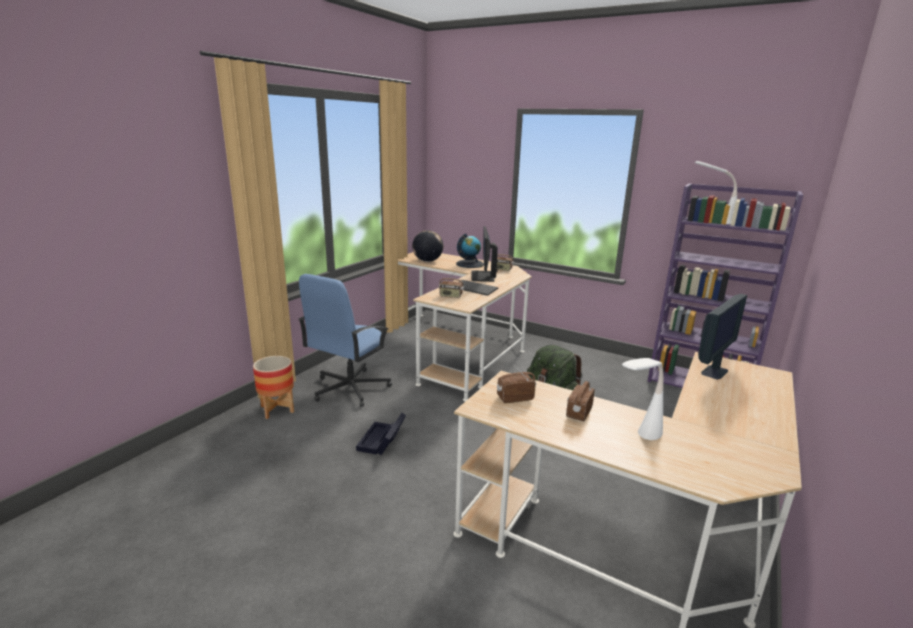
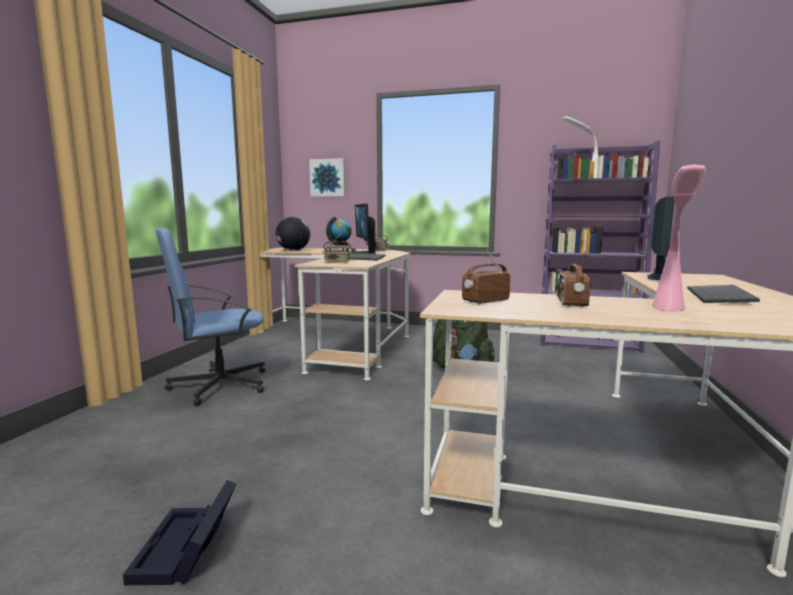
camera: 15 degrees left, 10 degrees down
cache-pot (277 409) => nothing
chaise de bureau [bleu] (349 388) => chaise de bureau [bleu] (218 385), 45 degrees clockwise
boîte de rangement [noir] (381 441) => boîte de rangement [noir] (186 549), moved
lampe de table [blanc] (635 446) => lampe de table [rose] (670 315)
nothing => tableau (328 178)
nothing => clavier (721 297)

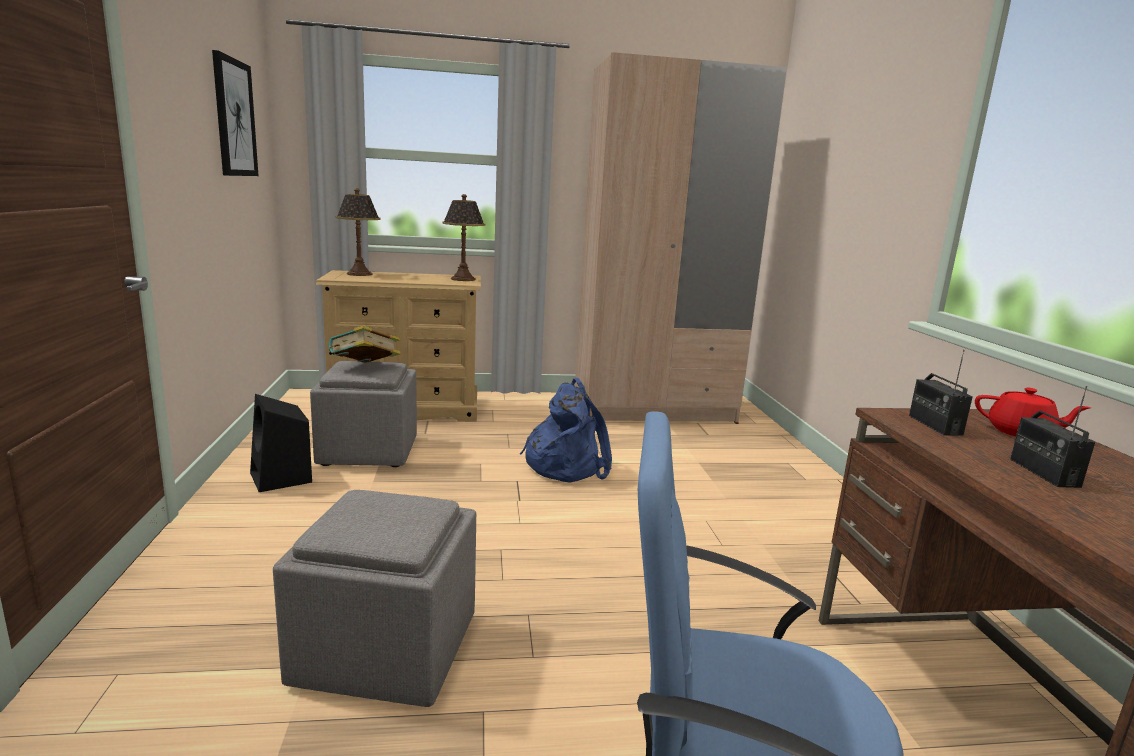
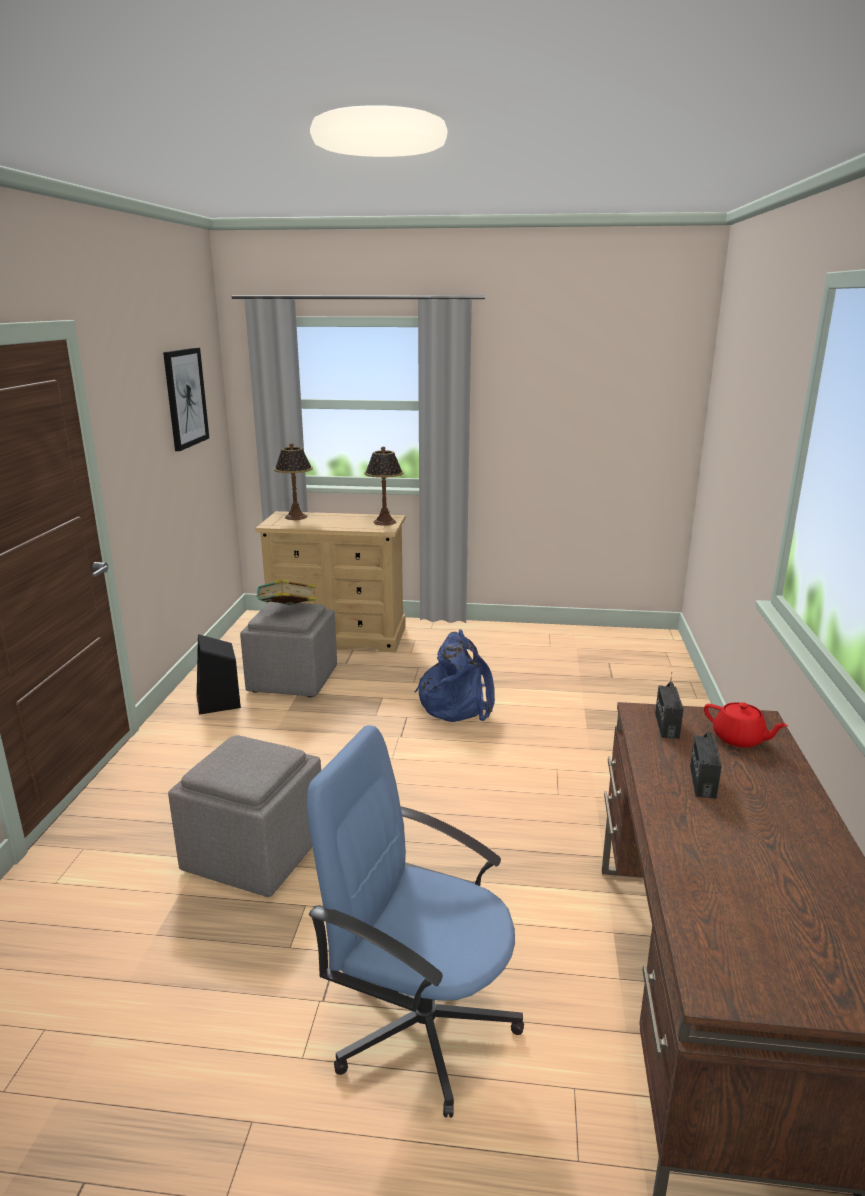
camera: 15 degrees right, 5 degrees up
armoire [beige] (653 408) => nothing

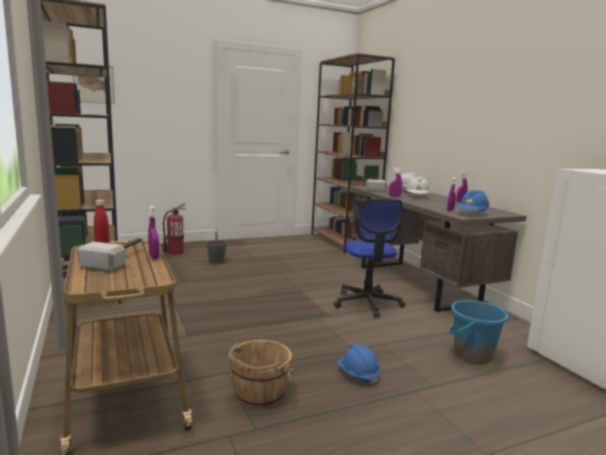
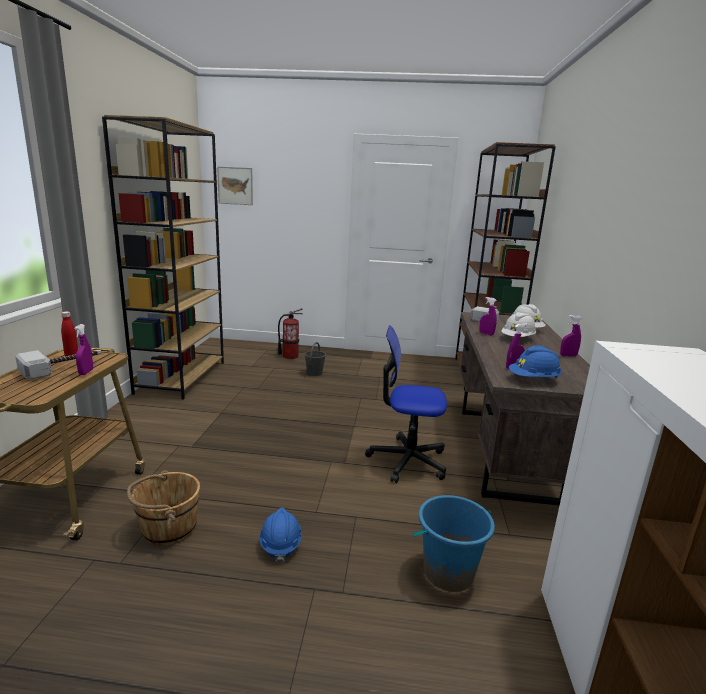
camera: 30 degrees right, 5 degrees up
chaise de bureau (367 303) => chaise de bureau (407 460), 75 degrees clockwise

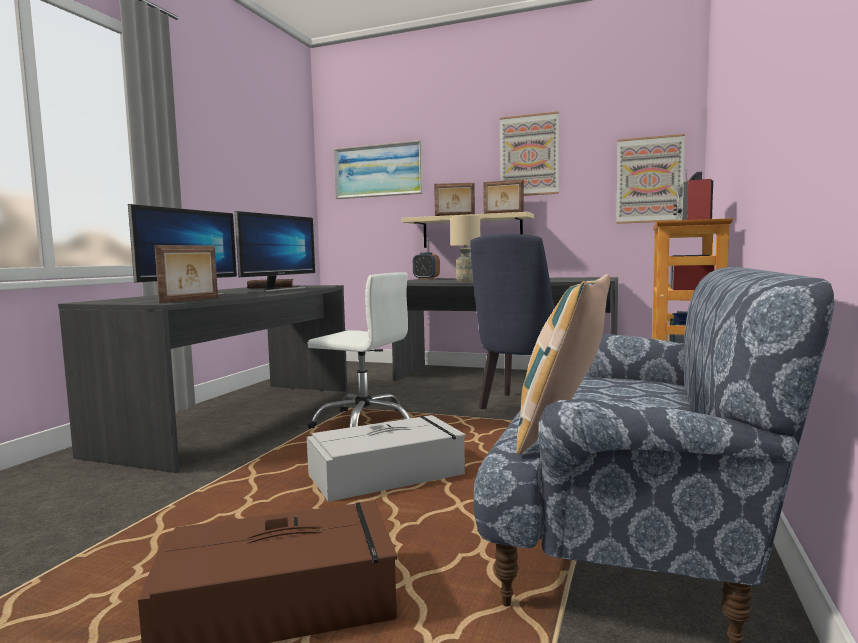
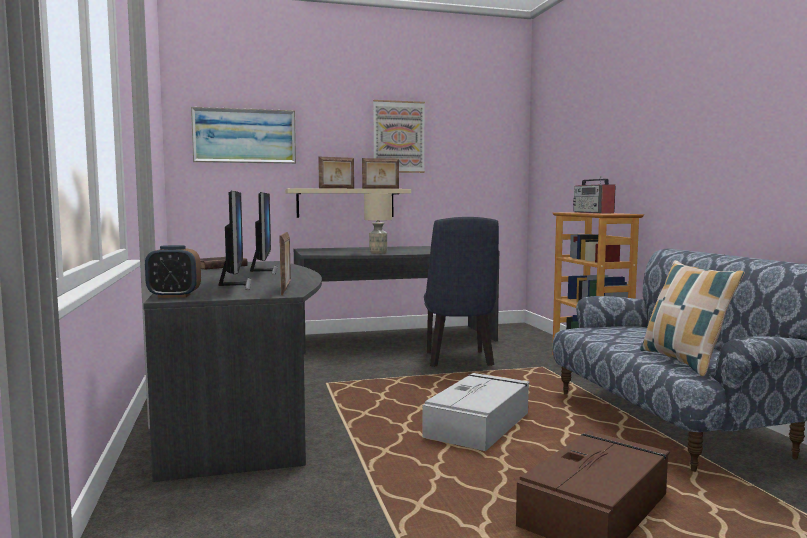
camera: 35 degrees left, 0 degrees up
chaise de bureau [blanc] (364 423) => nothing
réveil (426 279) => réveil (174 296), moved
tableau (649 180) => nothing

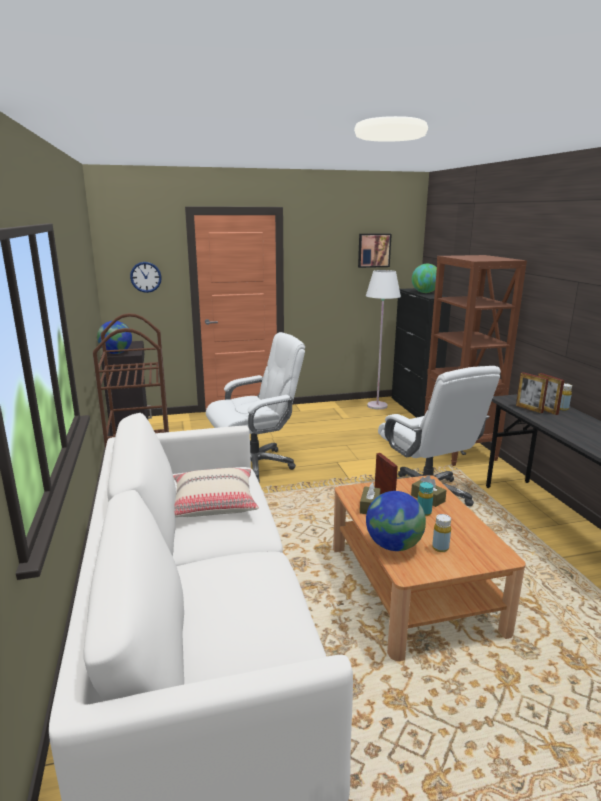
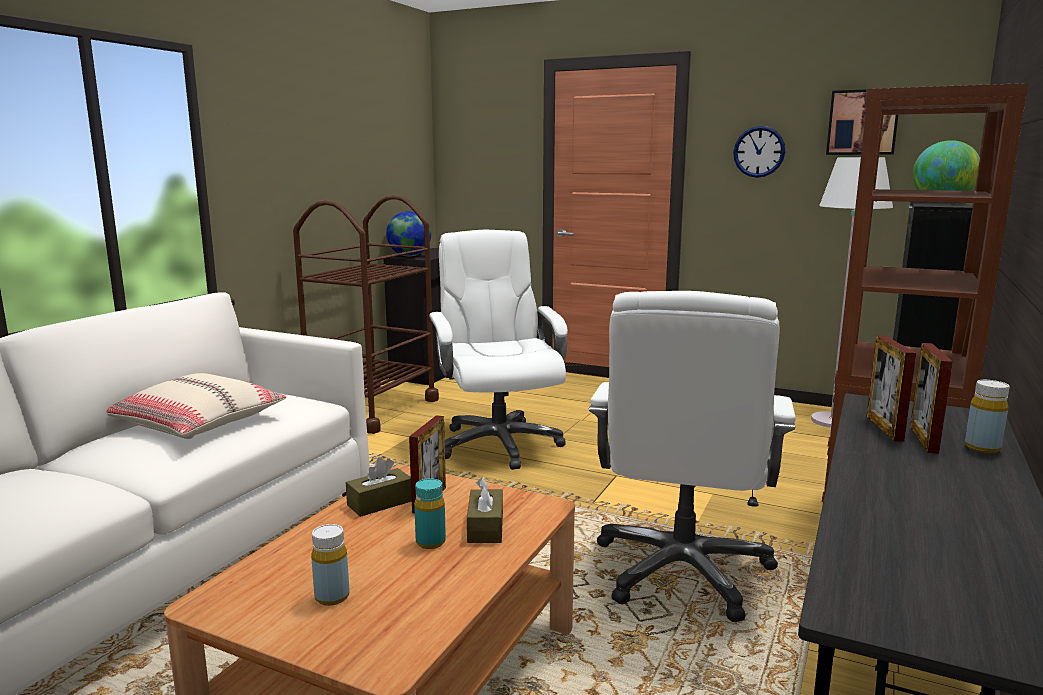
camera: 40 degrees right, 5 degrees down
horloge murale (145 277) => horloge murale (759 152), moved
chaise de bureau [blanc] (255 465) => chaise de bureau [blanc] (498 444), 120 degrees counterclockwise
globe (393 545) => nothing

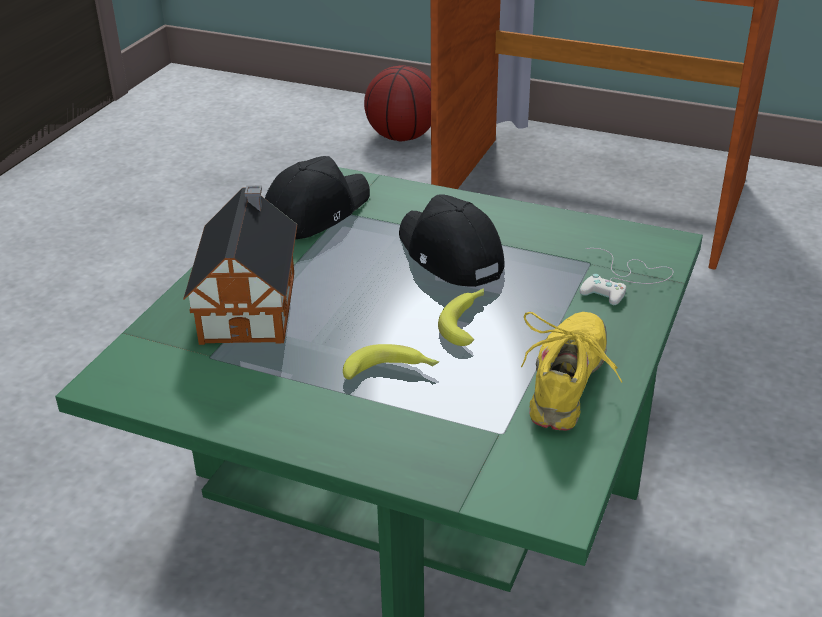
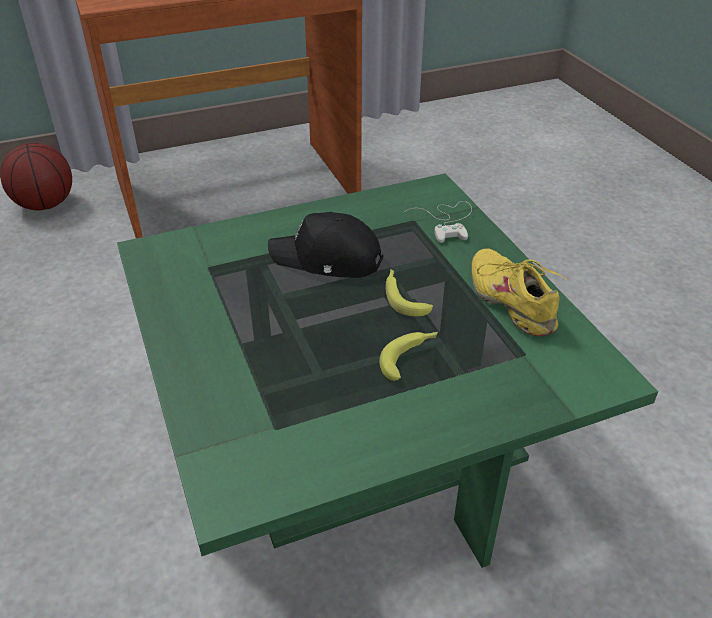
camera: 45 degrees left, 5 degrees up
maison miniature (251 303) => nothing
casquette [noir] (315 212) => nothing

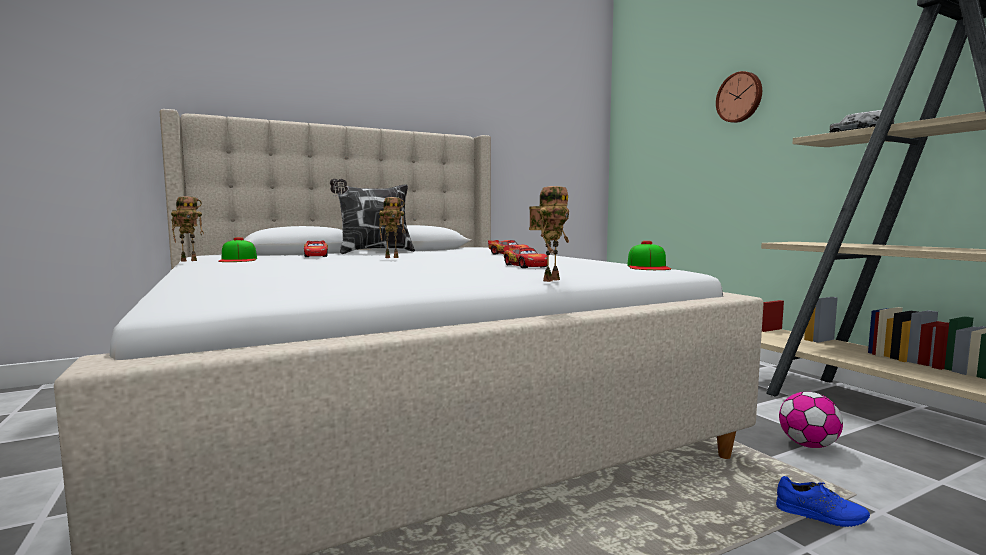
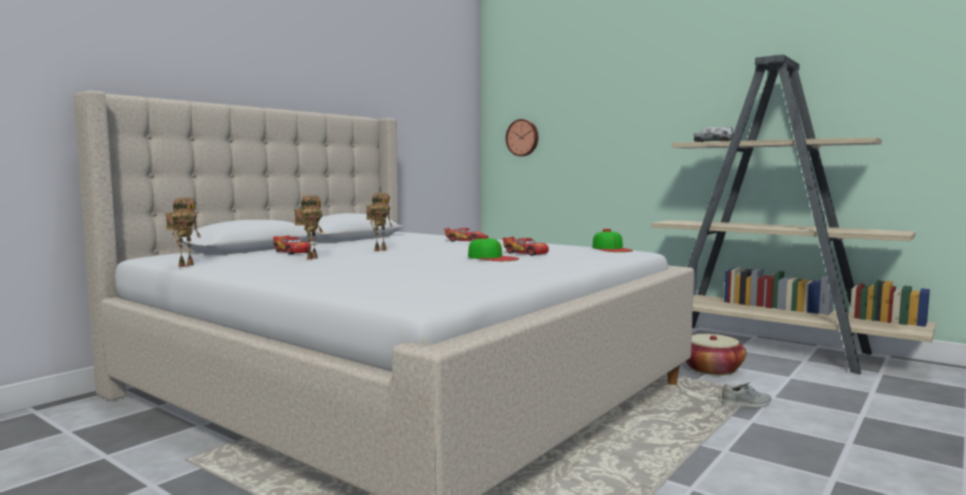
camera: 25 degrees left, 0 degrees up
casquette (239 259) => casquette (492 257), moved
coussin (374 252) => nothing
robot jouet (550 280) => robot jouet (311 258), moved
horloge murale (740 97) => horloge murale (523 137), moved
chaussure [bleu] (821 515) => chaussure [gris] (746 404)
ballon de foot (808 445) => panier (711 369)

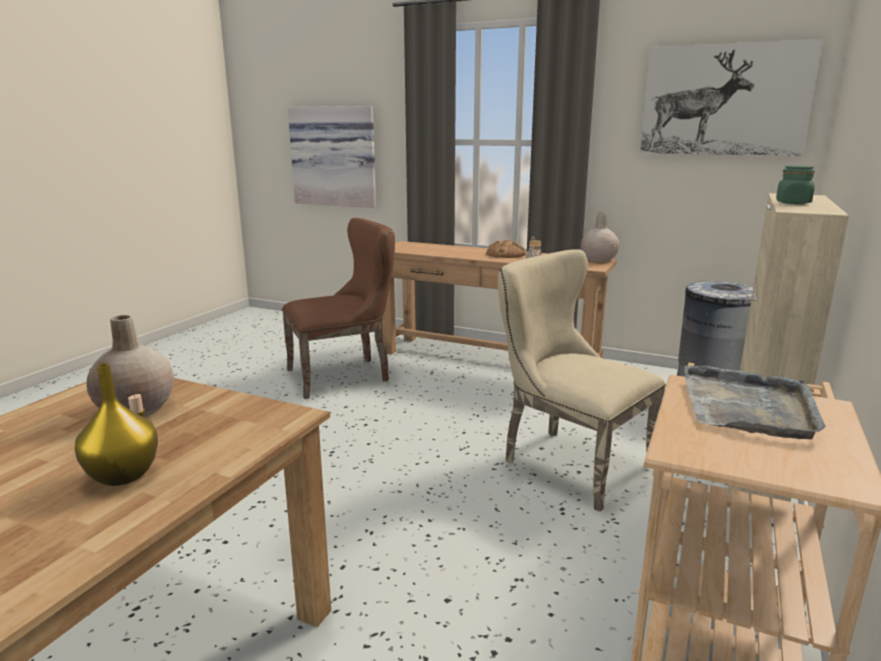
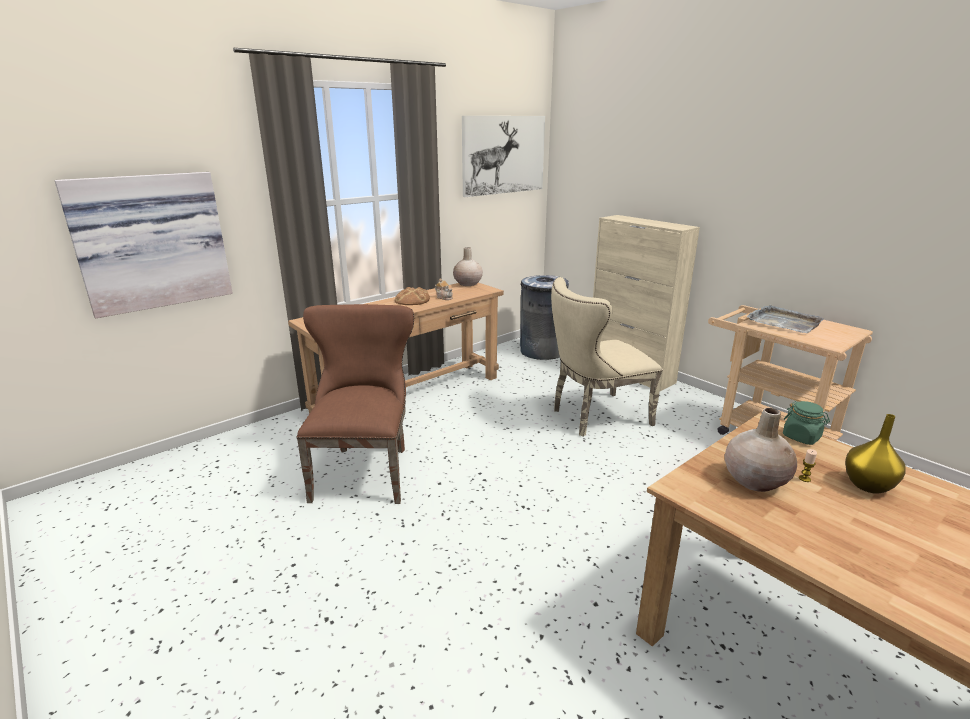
camera: 65 degrees left, 5 degrees up
bocal [vert] (793 203) => bocal [vert] (801 437), moved

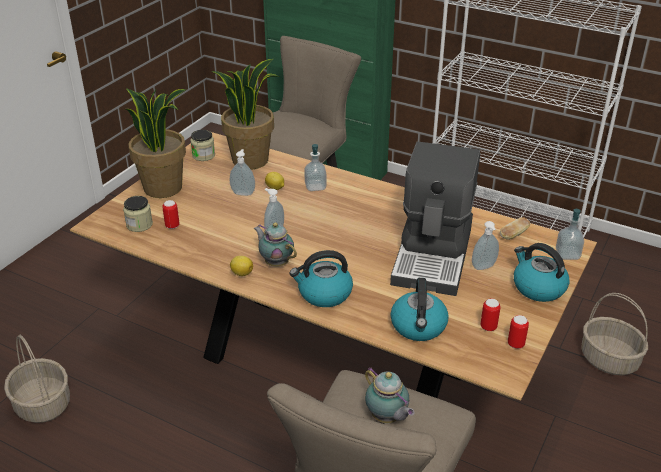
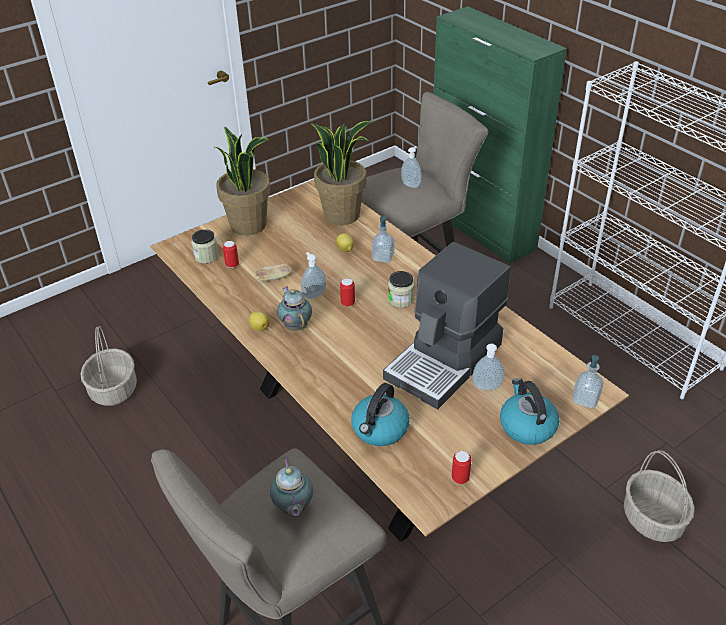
camera: 25 degrees right, 5 degrees up
bocal (203 155) => bocal (401 299), moved
distributeur de savon (243 193) => distributeur de savon (411 185), moved
bouilloire (324 294) => nothing
boîte métallique (488 327) => boîte métallique (348 303), moved
pain (514 235) => pain (274 278), moved

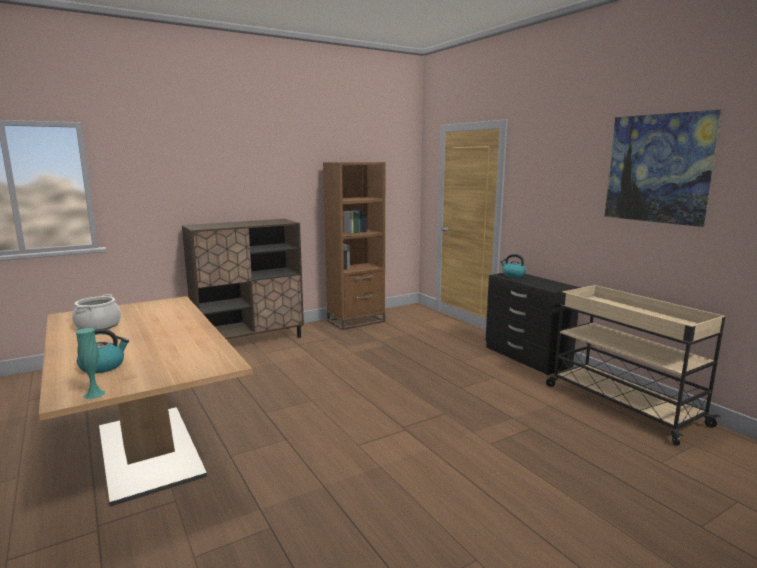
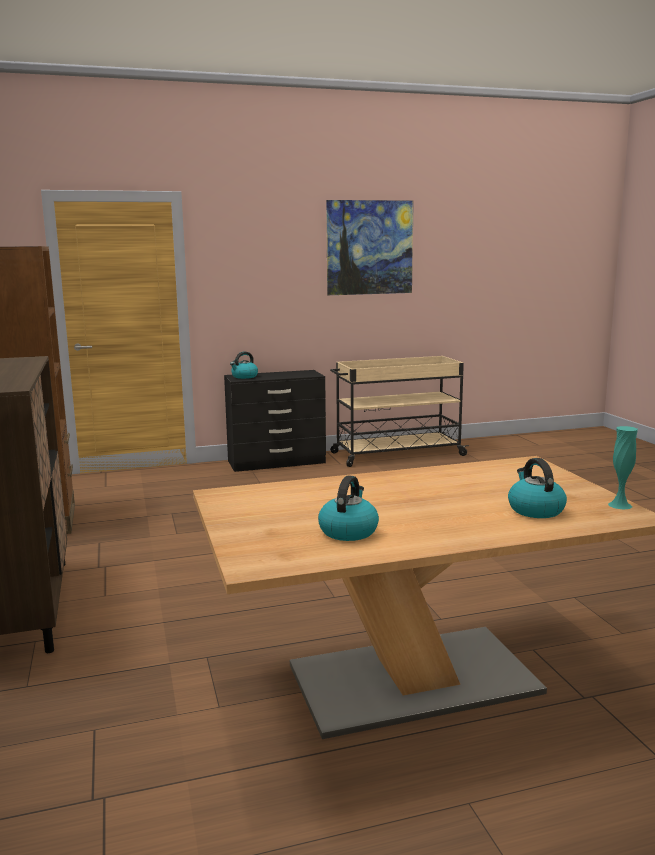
camera: 75 degrees left, 0 degrees up
marmite (98 326) => bouilloire (348 531)

